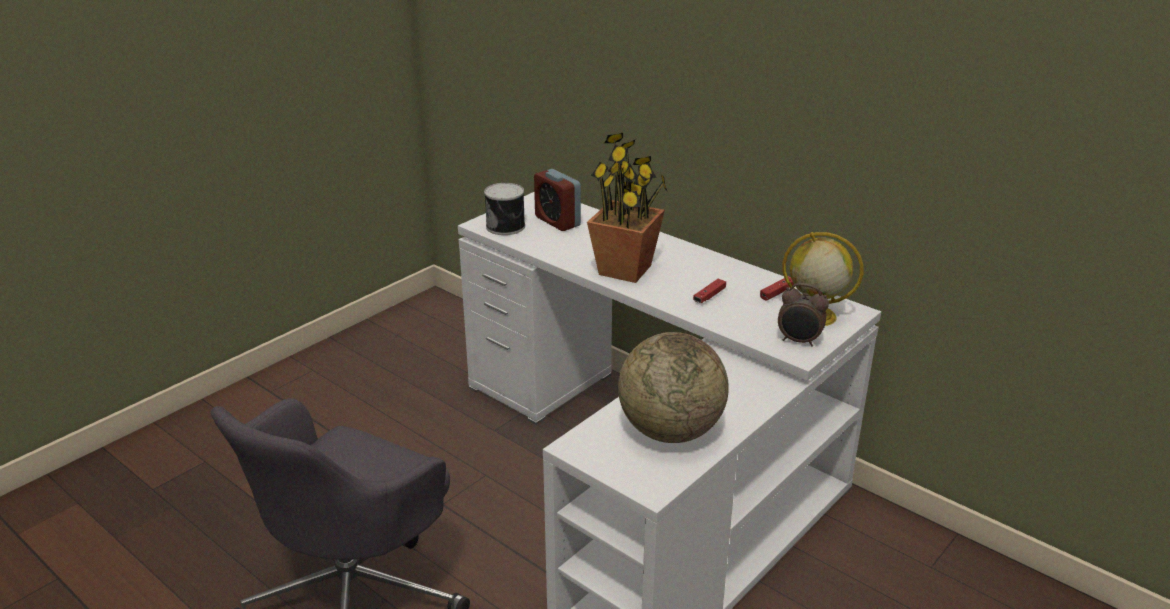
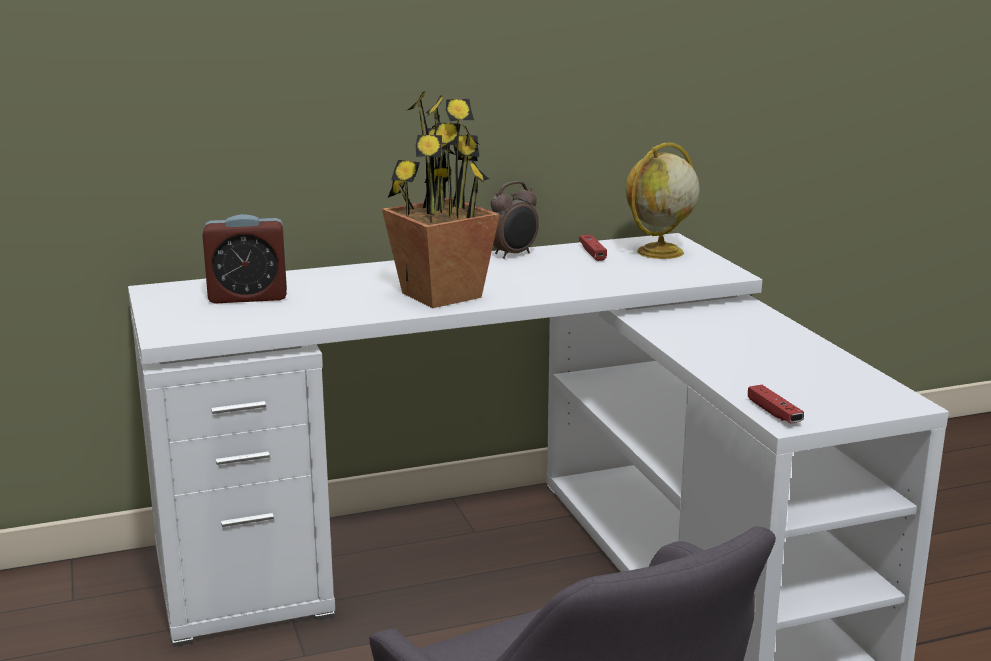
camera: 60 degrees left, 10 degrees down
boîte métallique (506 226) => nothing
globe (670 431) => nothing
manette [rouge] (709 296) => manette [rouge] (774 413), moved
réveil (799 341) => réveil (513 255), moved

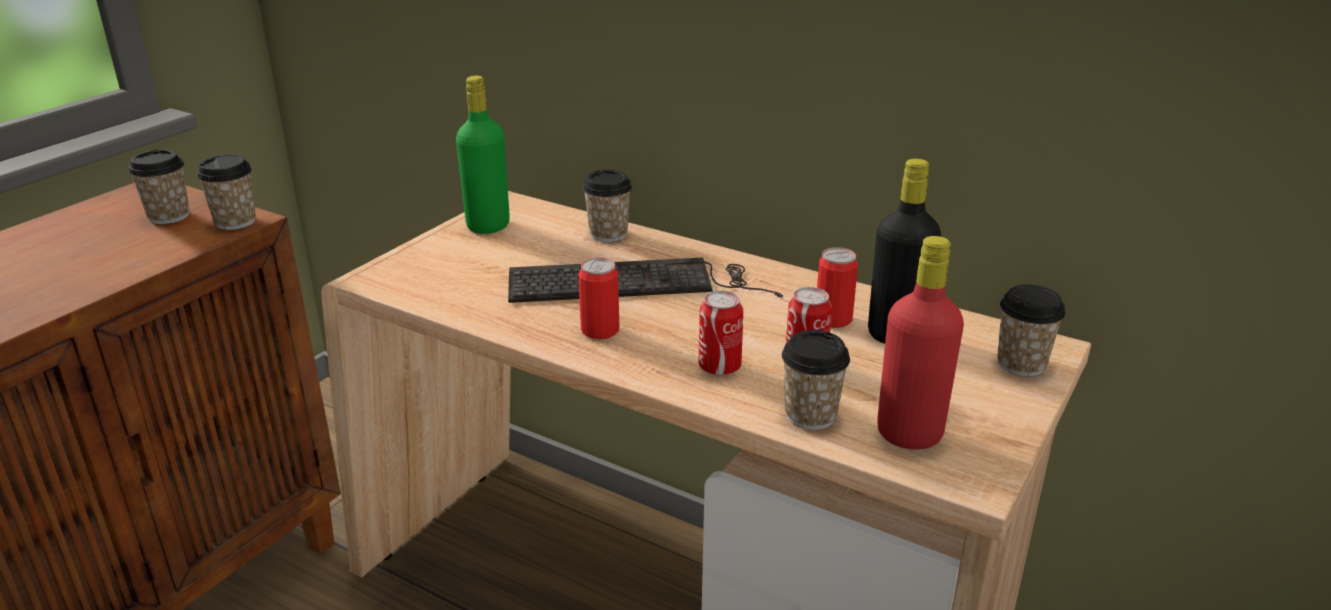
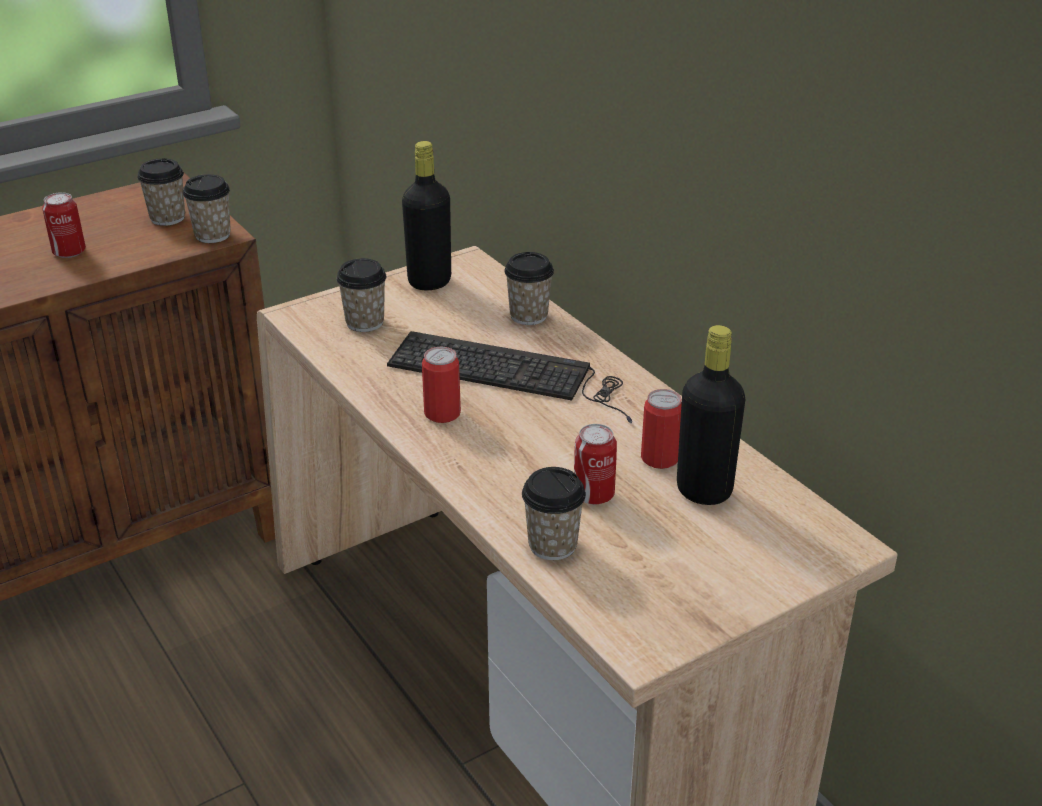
camera: 25 degrees right, 5 degrees up
bouteille [vert] (488 226) => bouteille [noir] (429 282)
boîte métallique (719 367) => boîte métallique (69 252), moved
bouteille [rouge] (909 434) => nothing
tasse (1021 364) => tasse (365 322), moved

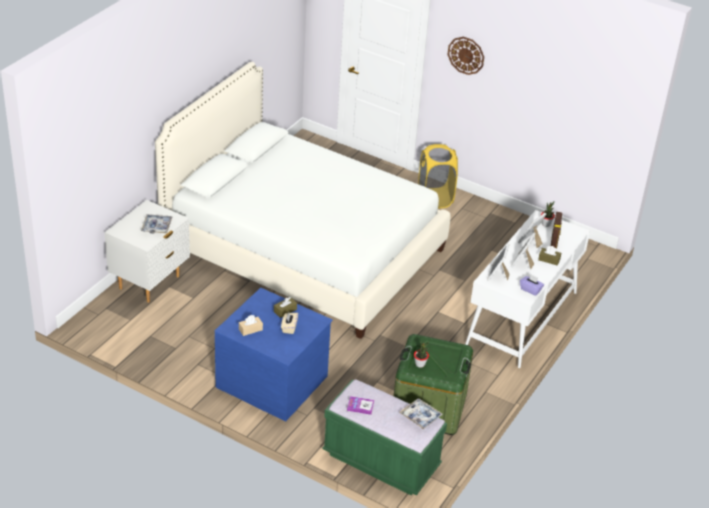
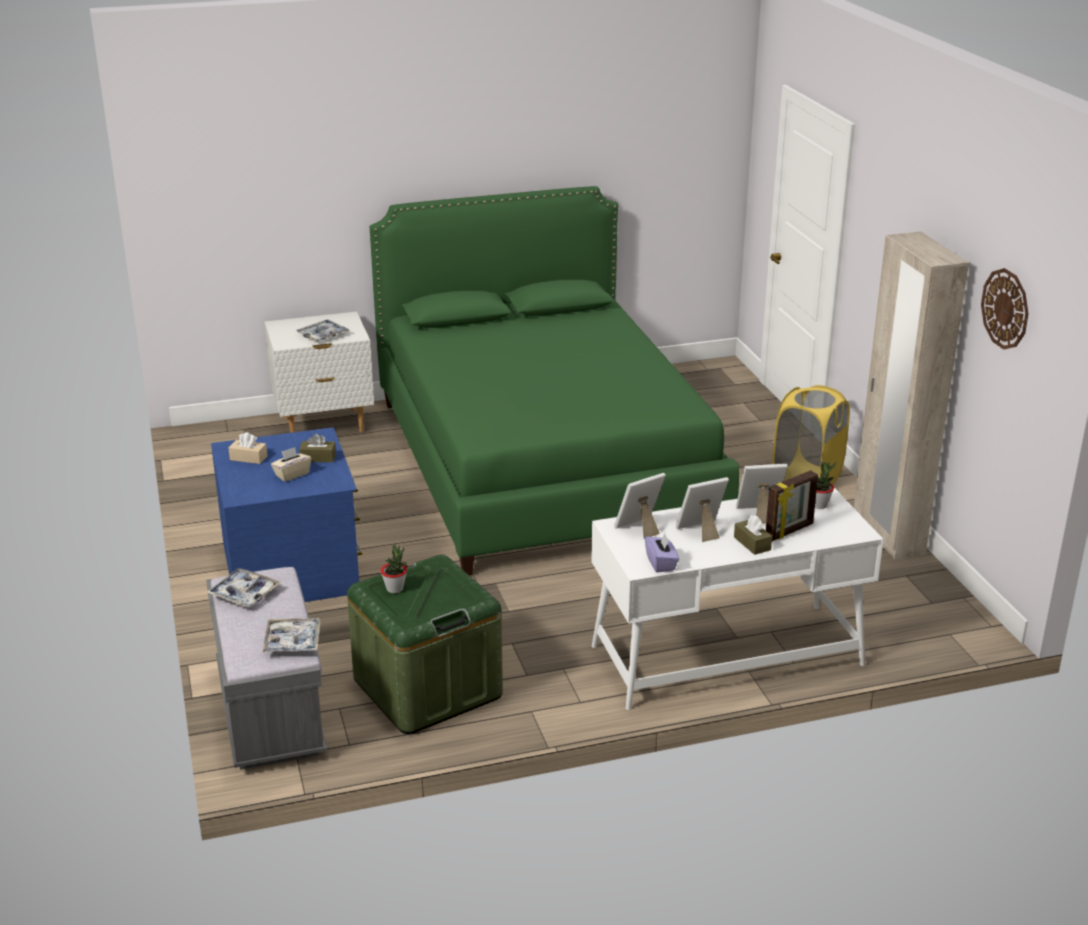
camera: 45 degrees right, 10 degrees down
lit [blanc] (303 249) => lit [vert] (544 463)
banc [vert] (381 461) => banc [gris] (270 711)
livre (360 406) => plateau (244 593)
horloge murale (466 55) => horloge murale (1005 308), moved
nothing => armoire [beige] (888 535)

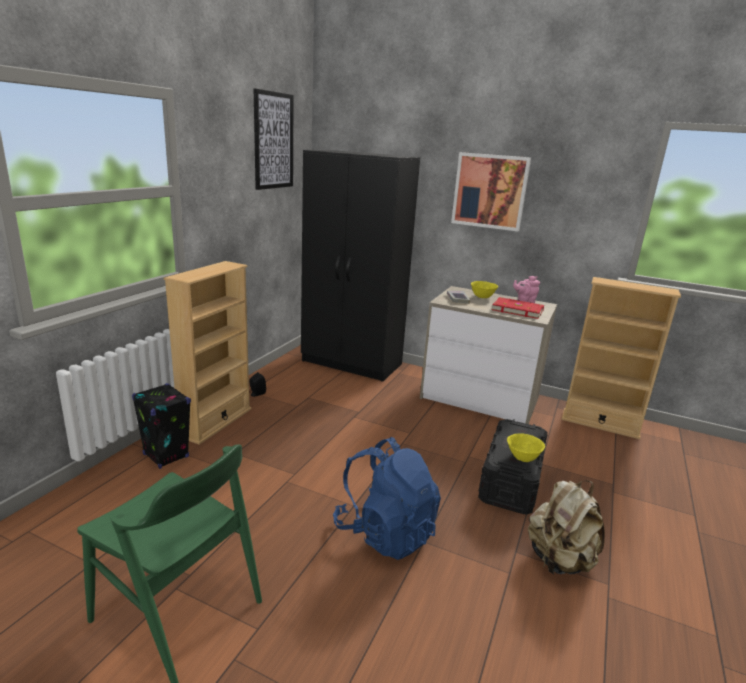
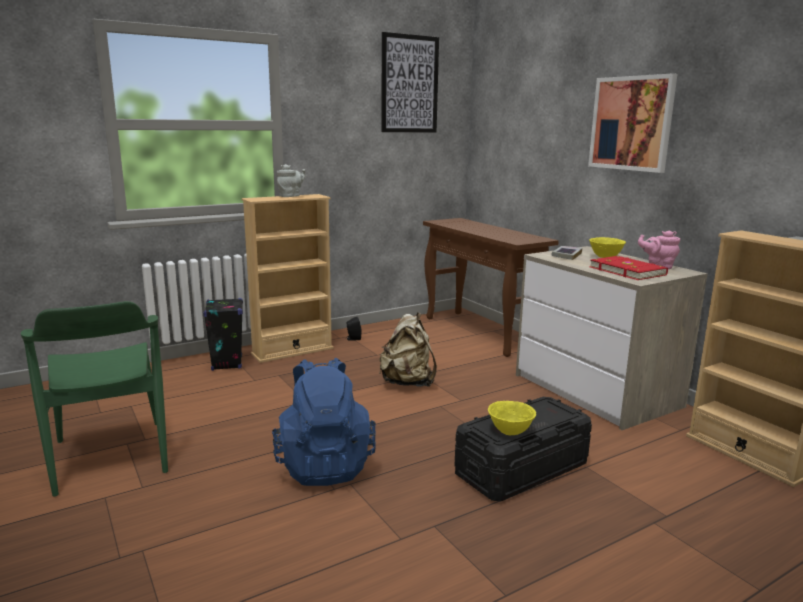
camera: 35 degrees right, 5 degrees down
armoire [noir] (352 363) => table console [marron] (481 333)
sac à dos [beige] (559 560) => sac à dos [beige] (408 383), moved
nothing => théière [gris] (291 196)

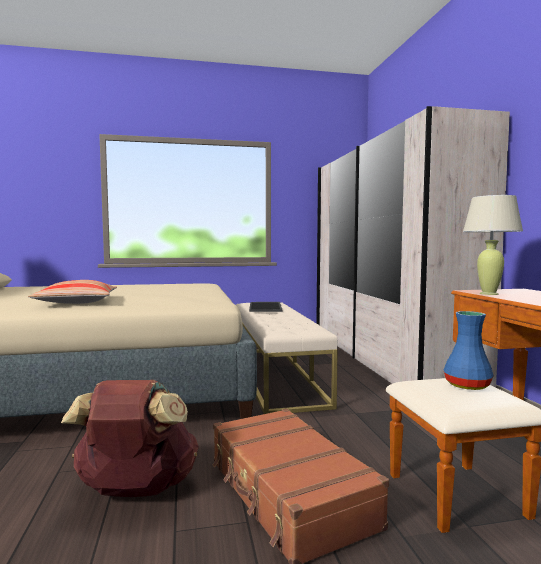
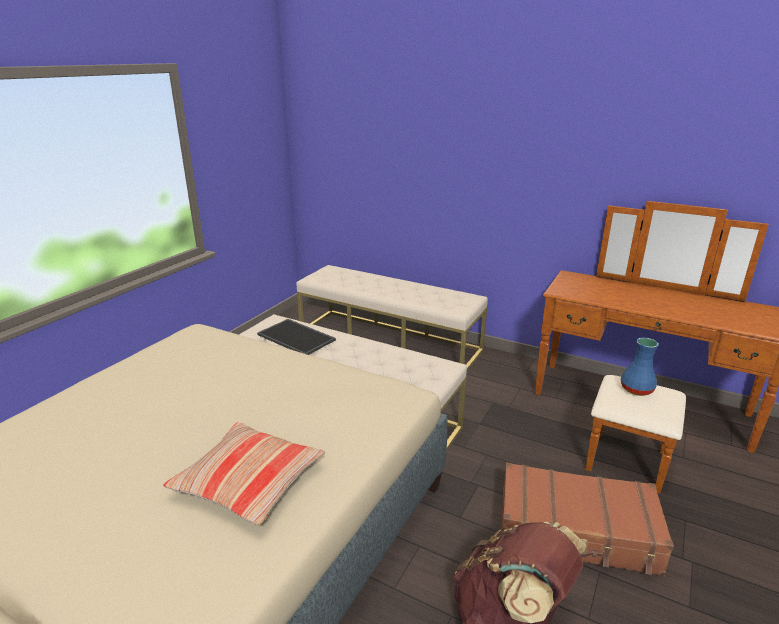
camera: 50 degrees left, 20 degrees up
armoire [blanc] (383 360) => banc [beige] (389 341)
lampe de table [beige] (488 294) => nothing

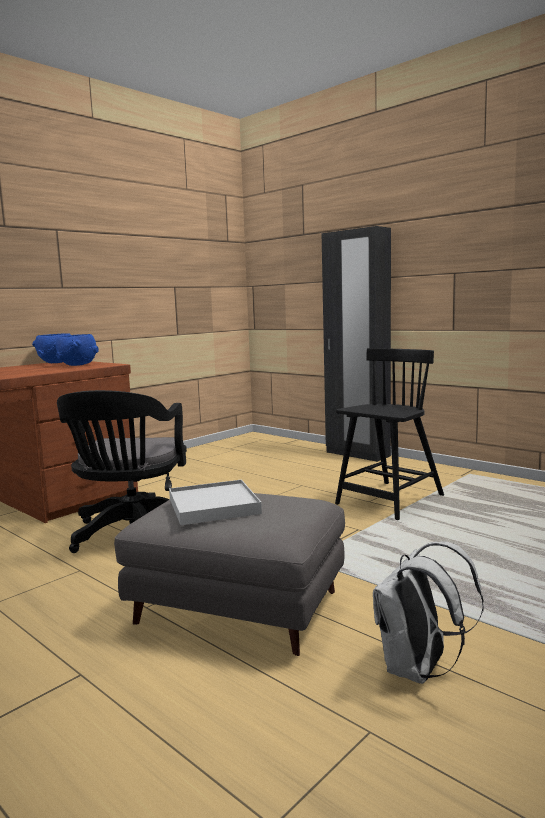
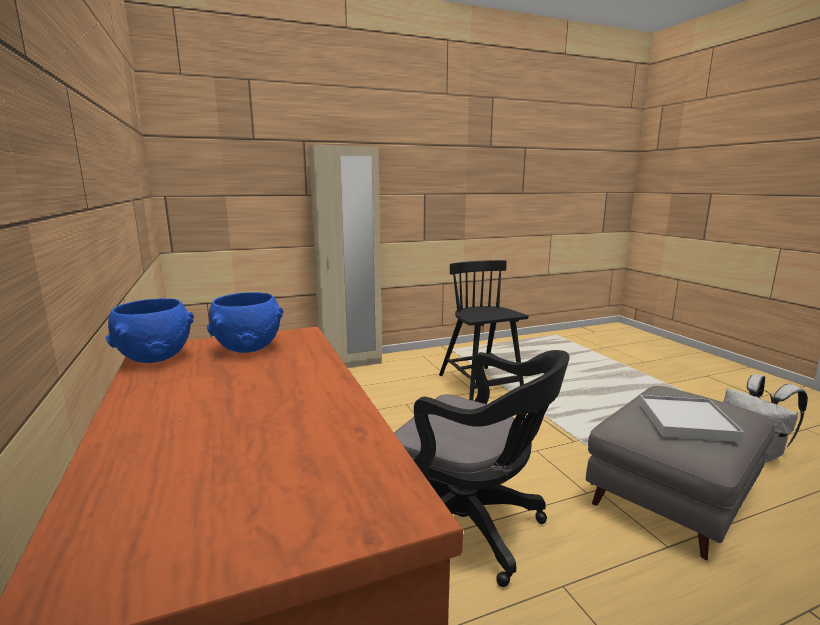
camera: 65 degrees left, 5 degrees up
armoire [noir] (357 454) => armoire [beige] (351 363)

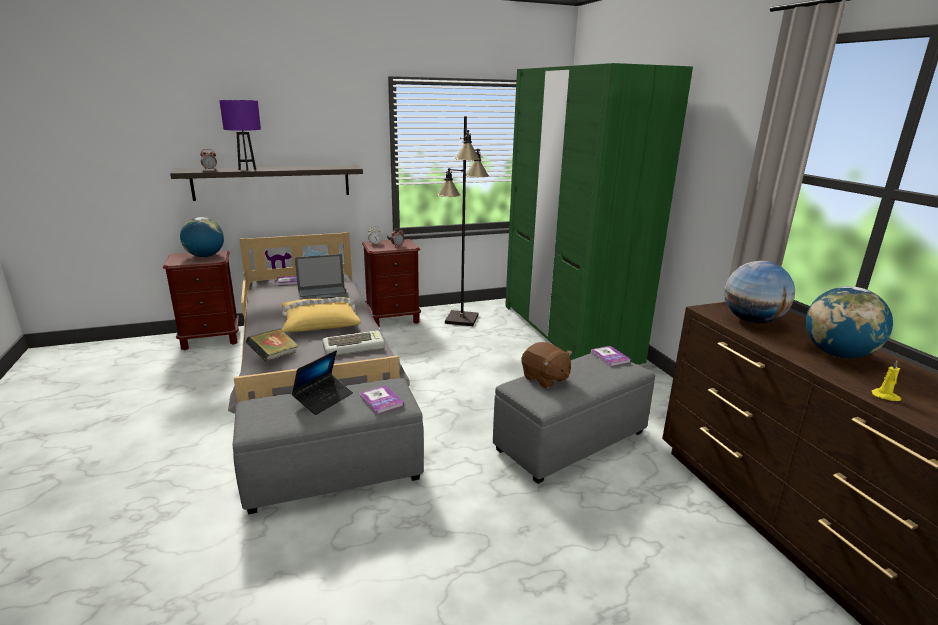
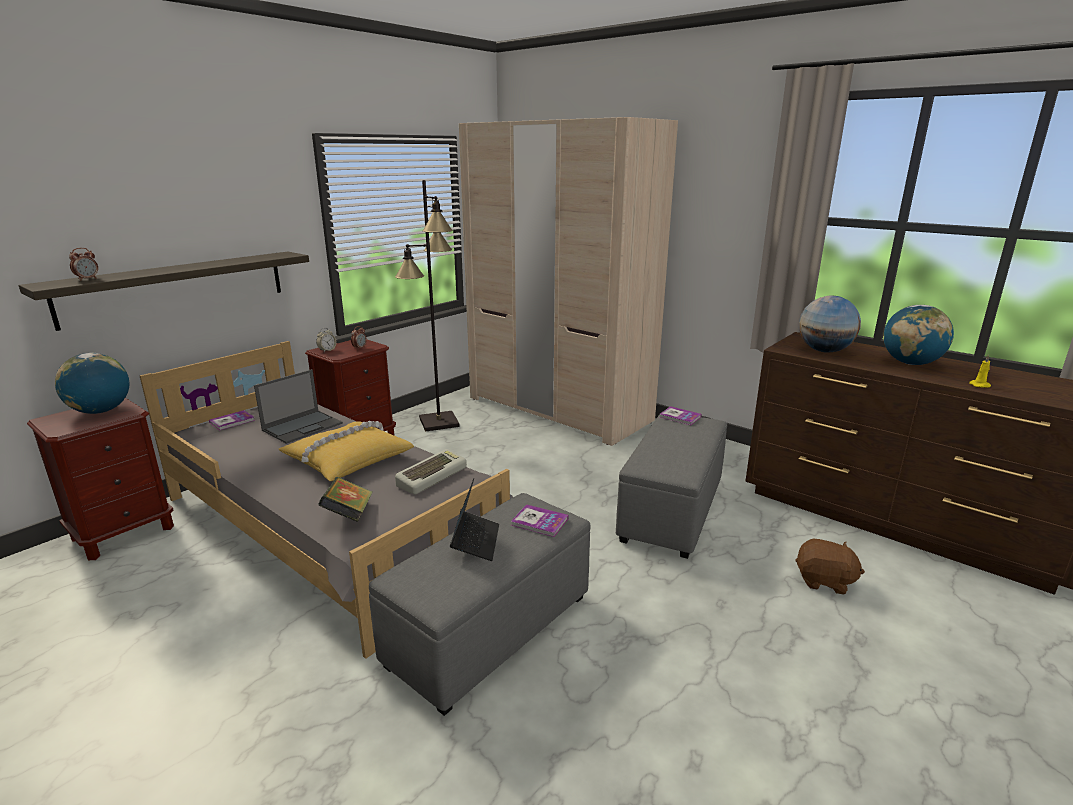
camera: 30 degrees left, 0 degrees up
lampe de table [violet] (247 169) => nothing
armoire [vert] (567 332) => armoire [beige] (558 409)
peluche [marron] (545 379) => peluche [marron] (824 581), moved

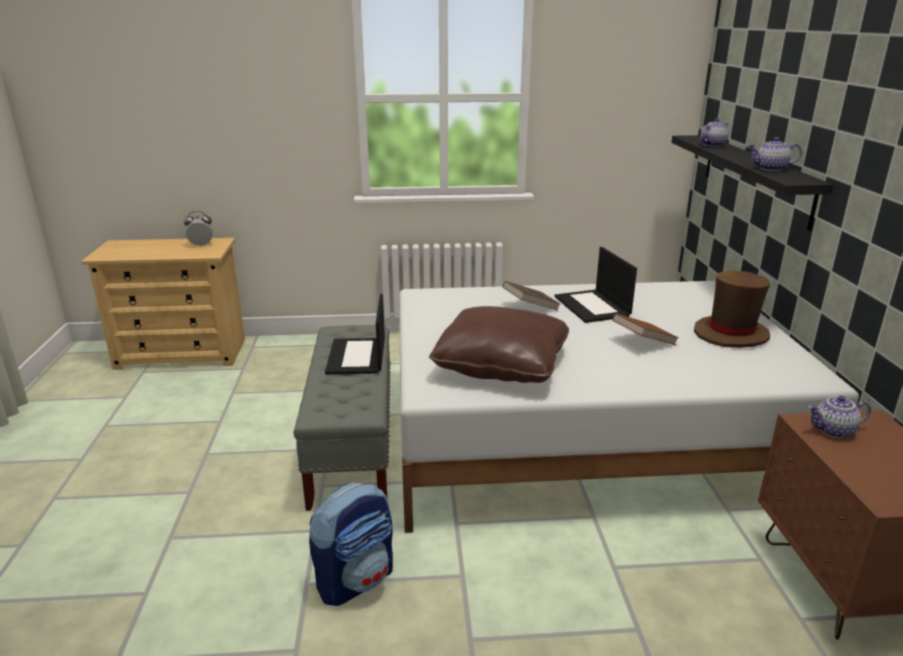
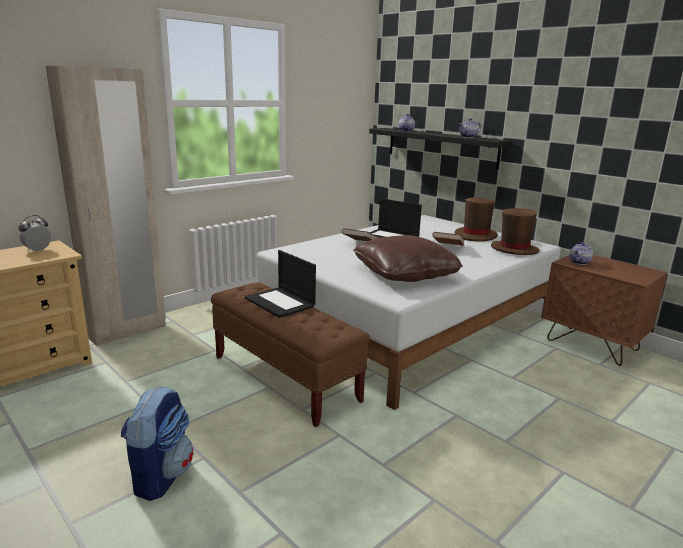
camera: 40 degrees left, 5 degrees down
banc [gris] (353 446) => banc [marron] (285 379)
sac à dos (356 579) => sac à dos (161 476), moved
nothing => armoire [beige] (127 331)
nothing => chapeau [marron] (514 250)

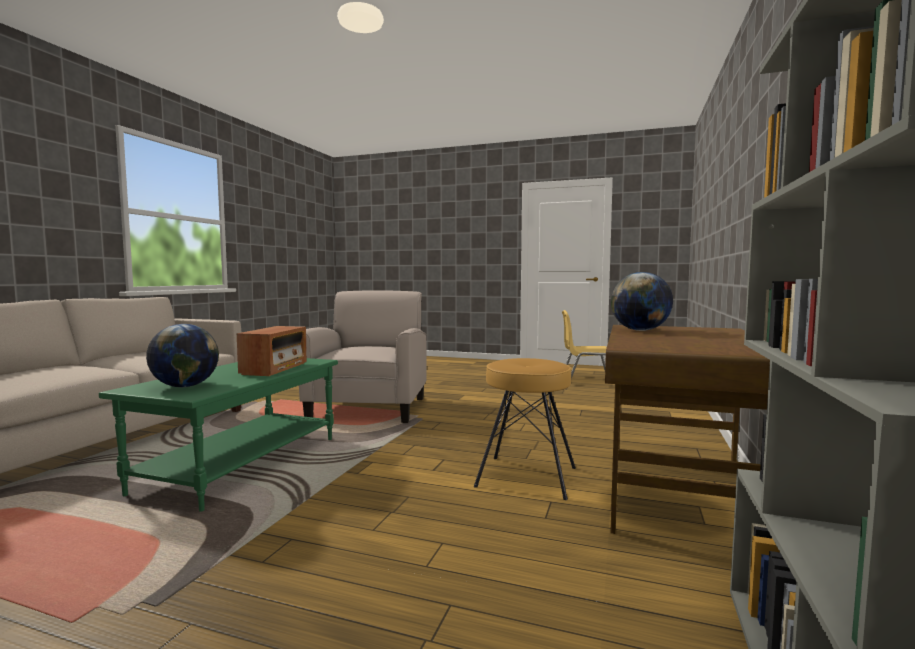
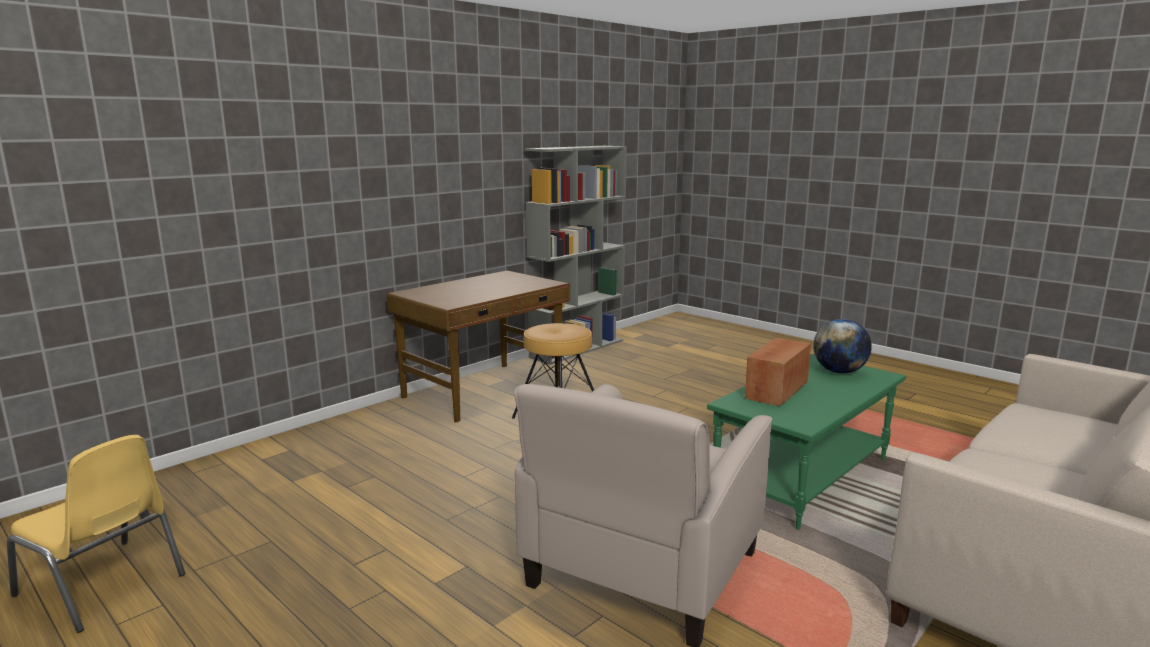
camera: 155 degrees left, 10 degrees up
globe (640 330) => nothing

